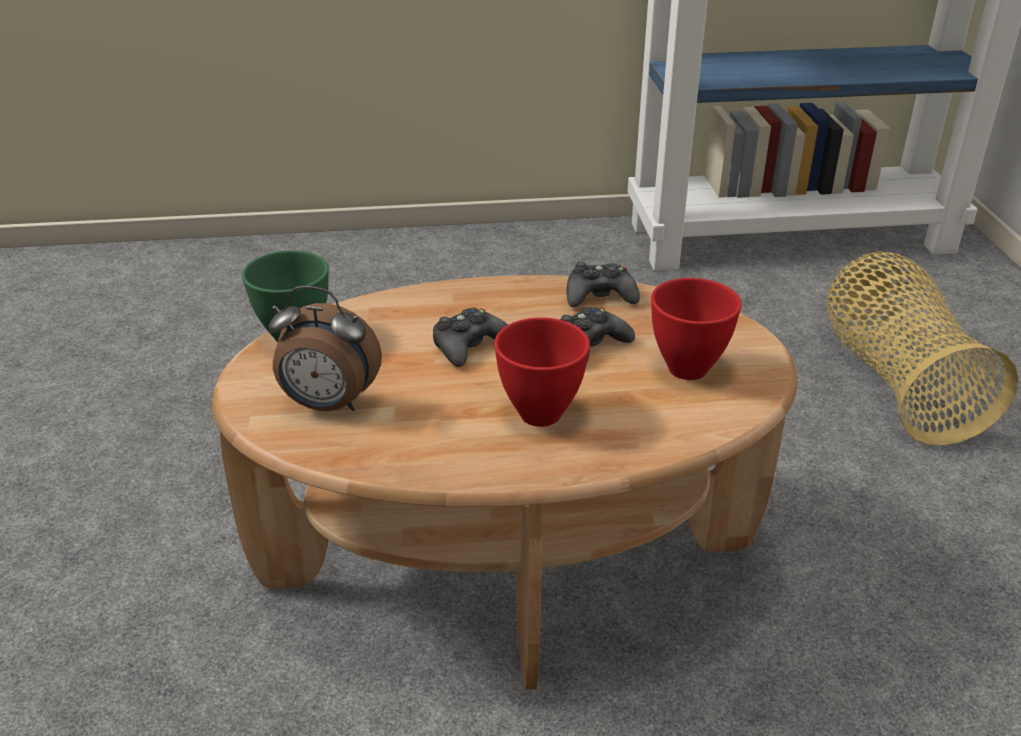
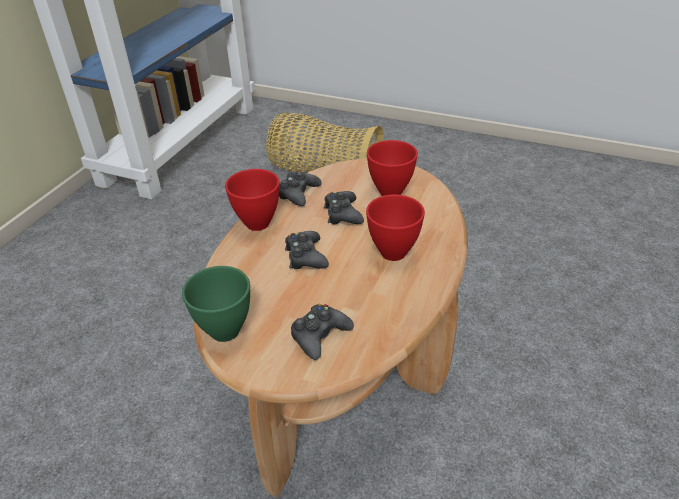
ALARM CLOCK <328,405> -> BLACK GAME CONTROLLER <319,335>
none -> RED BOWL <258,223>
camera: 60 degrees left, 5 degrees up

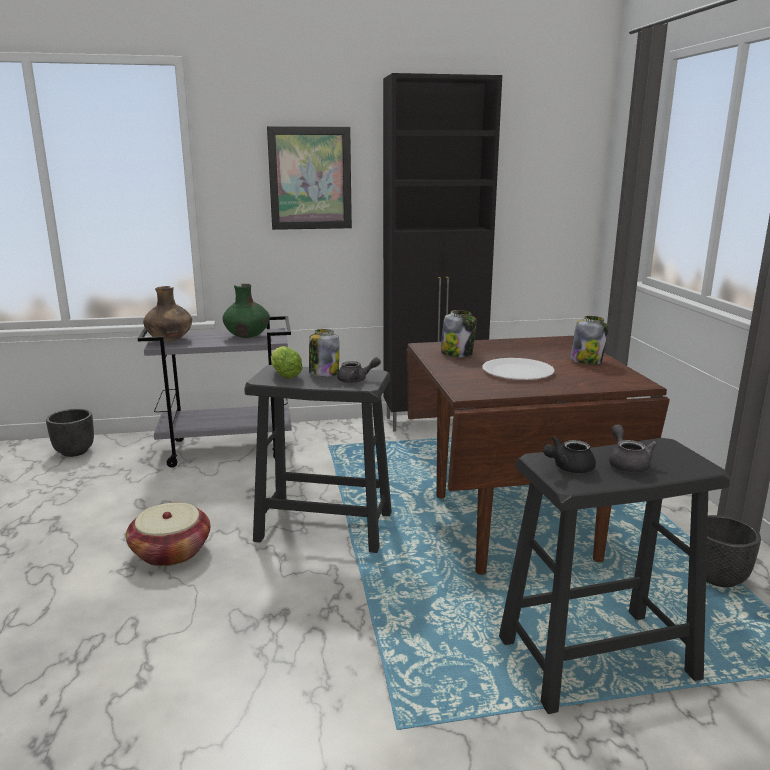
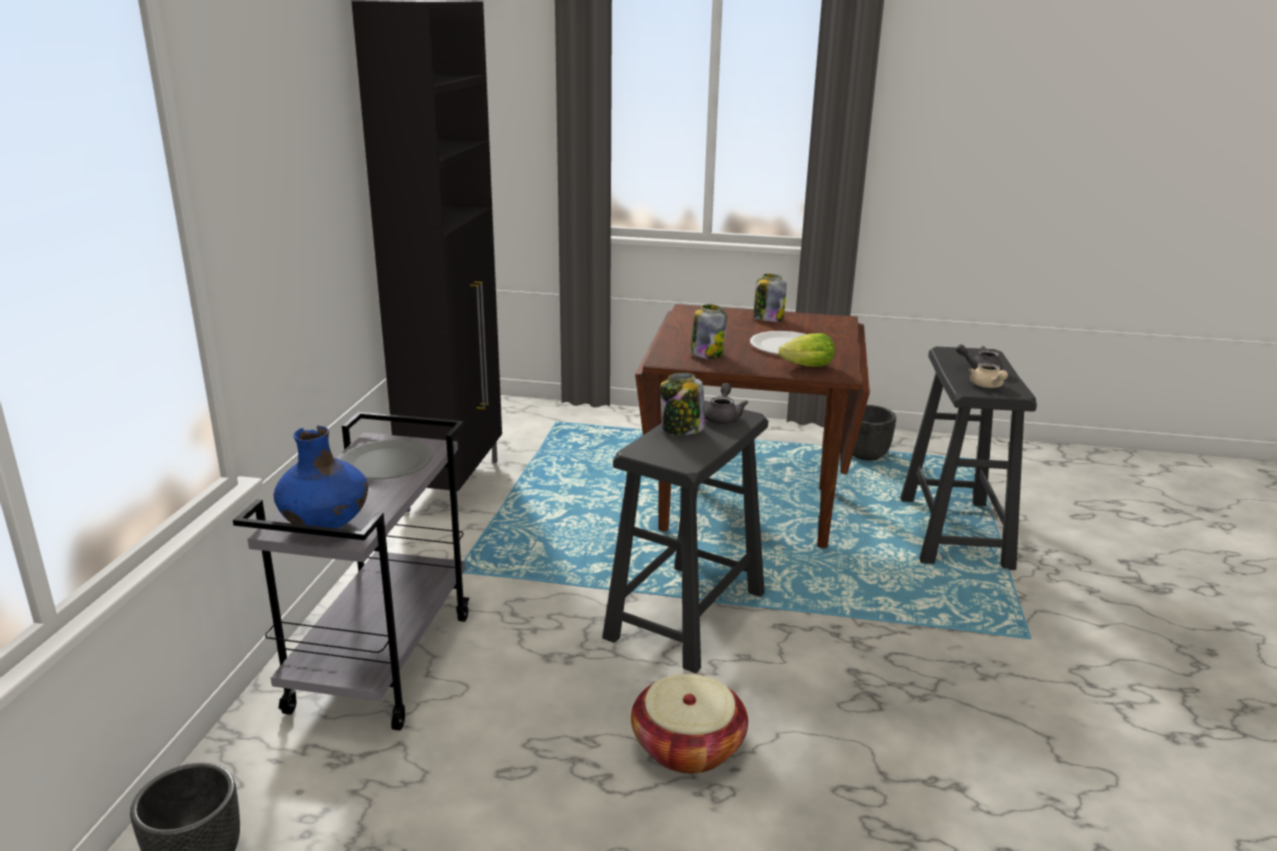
BROWN VASE <170,340> -> BLUE VASE <326,525>
GREEN VASE <247,337> -> GREY PLATE <386,462>
PICTURE <310,178> -> none
LETTUCE <284,375> -> LETTUCE <804,367>, shifted
BLACK TEAPOT <568,468> -> BEIGE TEAPOT <987,386>
camera: 70 degrees left, 5 degrees up

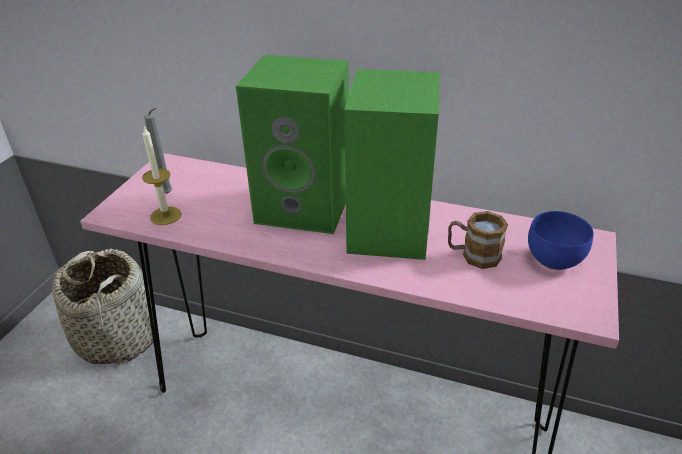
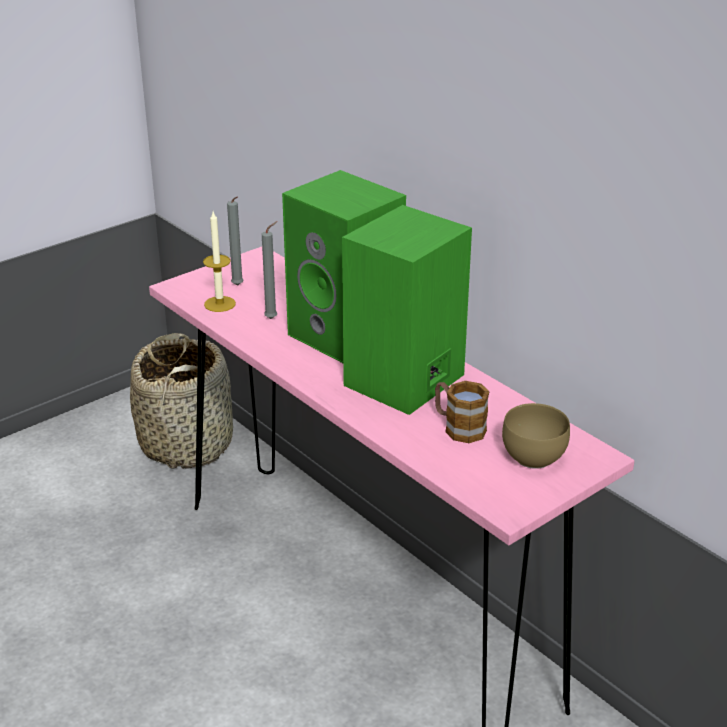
BLUE BOWL <556,261> -> BROWN BOWL <534,459>
none -> GREY CANDLE <273,318>
camera: 30 degrees right, 5 degrees down

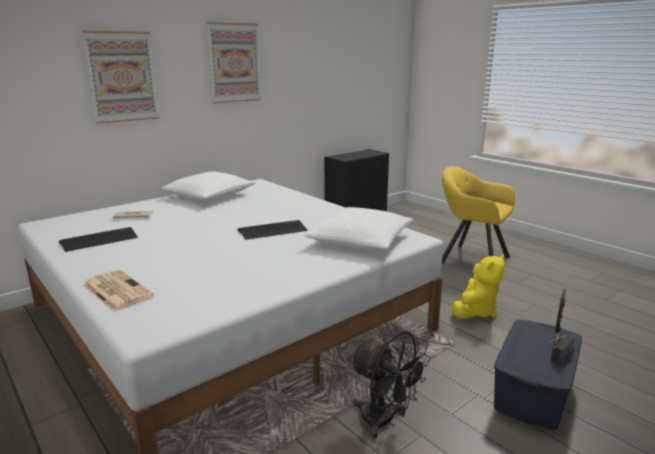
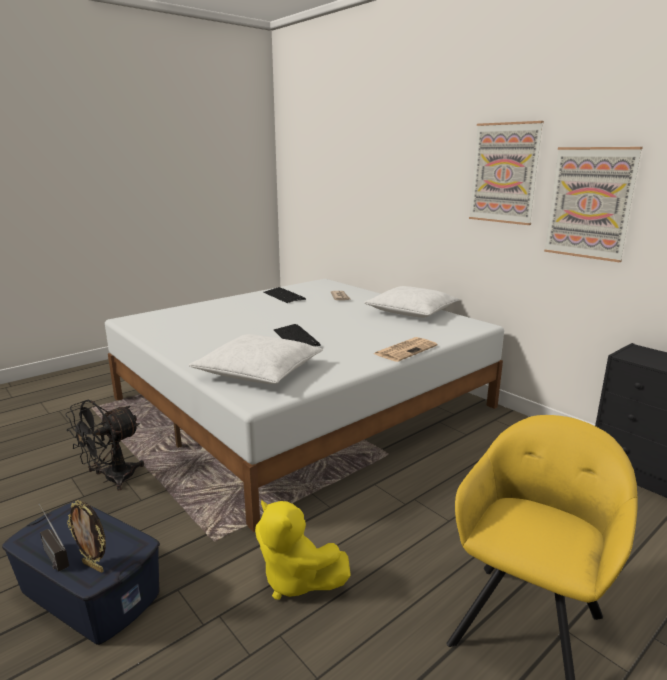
PICTURE <122,77> -> PICTURE <590,203>, shifted
NEWSPAPER <116,290> -> NEWSPAPER <405,350>, shifted
camera: 90 degrees right, 0 degrees up

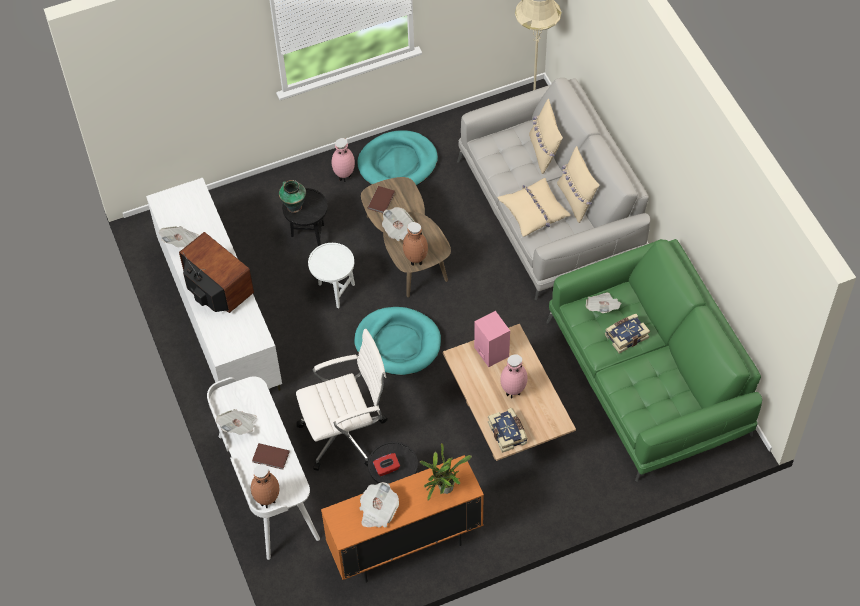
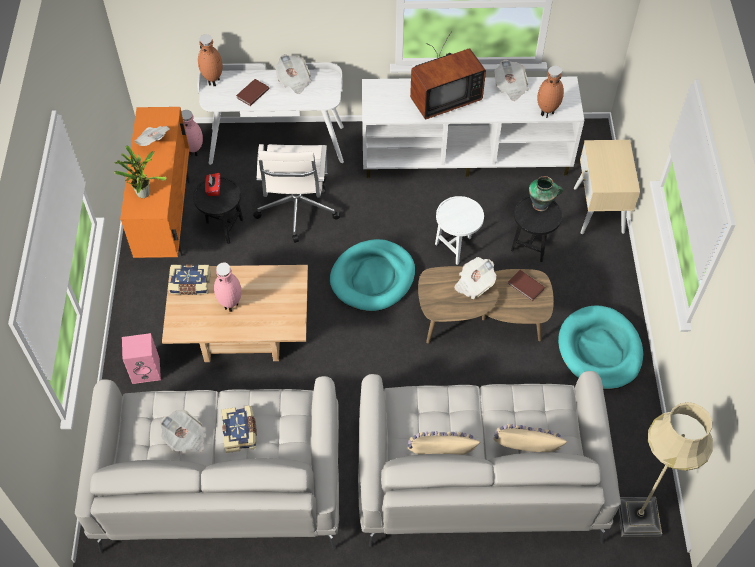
PINK VASE <344,176> -> PINK VASE <194,151>, shifted
BROWN VASE <415,261> -> BROWN VASE <546,112>, shifted
PINK SPEAKER <490,351> -> PINK SPEAKER <146,370>, shifted
BEIGE PILLOW <534,211> -> none
GREEN SOFA <648,379> -> GREY SOFA <220,480>
NEWSPAPER <602,308> -> NEWSPAPER <186,438>, shifted
none -> BEIGE NIGHTSTAND <599,210>
camera: 110 degrees right, 0 degrees up

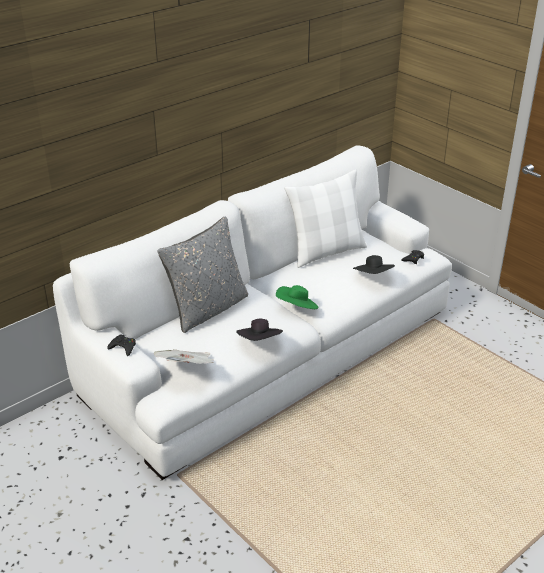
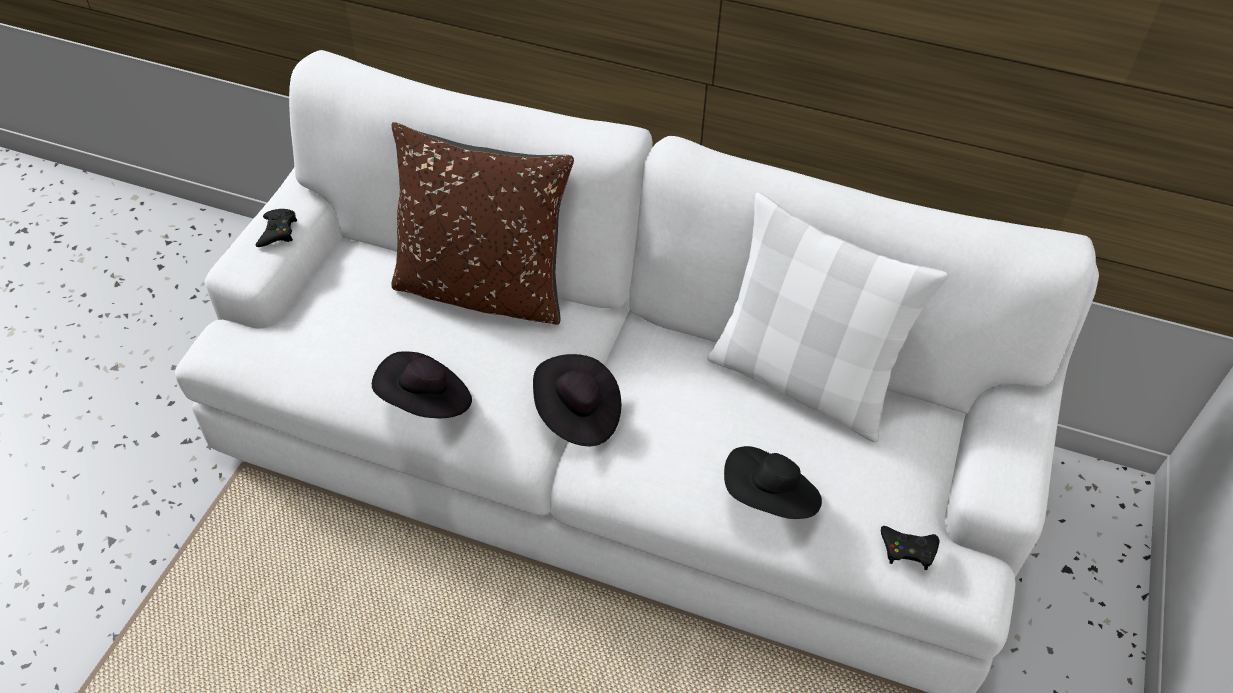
NEWSPAPER <187,368> -> none
GREY PILLOW <208,309> -> BROWN PILLOW <483,290>
GREEN HAT <297,308> -> BLACK HAT <577,414>
camera: 60 degrees right, 15 degrees up

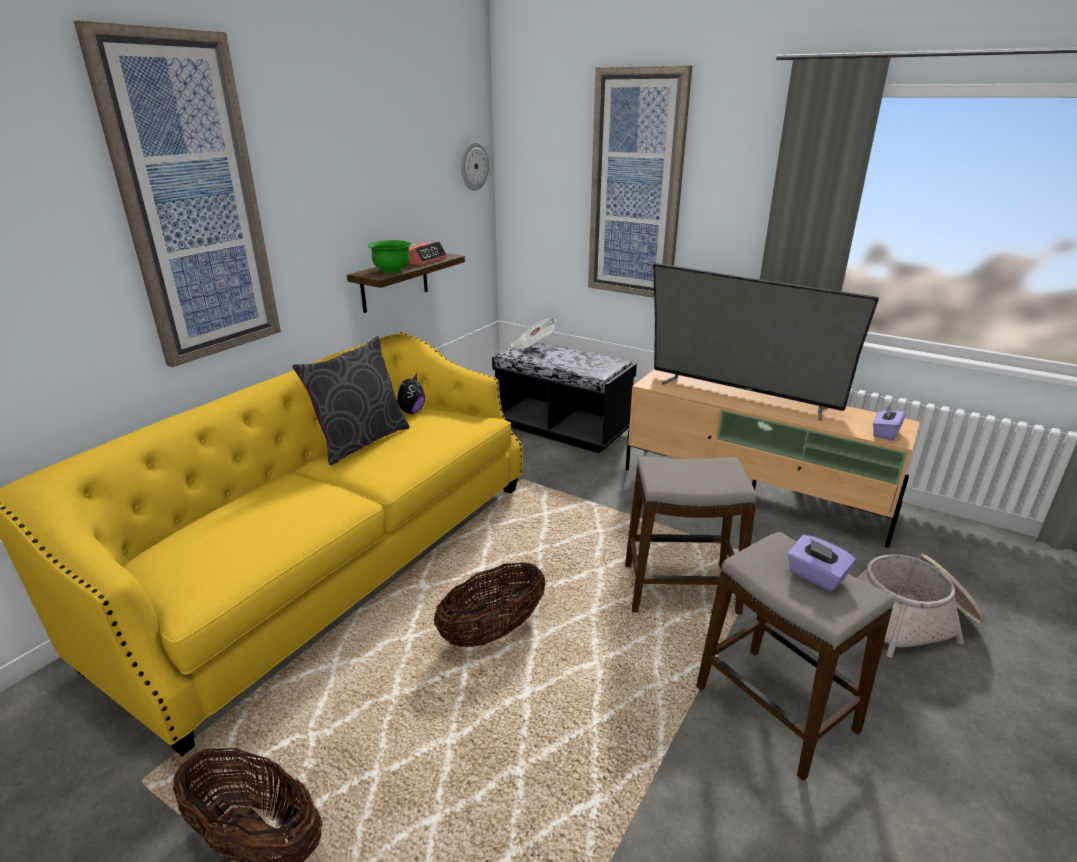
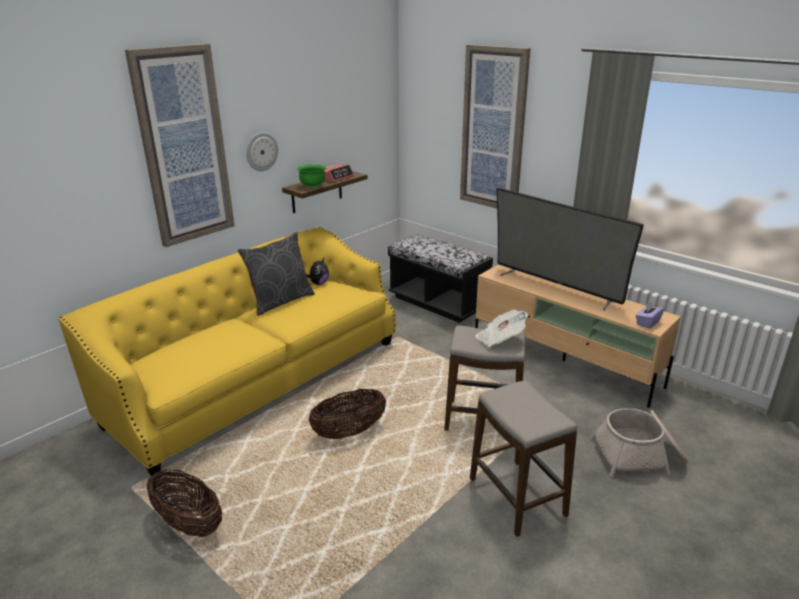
WALL CLOCK <473,166> -> WALL CLOCK <261,151>, shifted
NEWSPAPER <533,345> -> NEWSPAPER <500,339>, shifted
PURPLE TISSUE BOX <816,576> -> none
camera: 10 degrees right, 0 degrees up

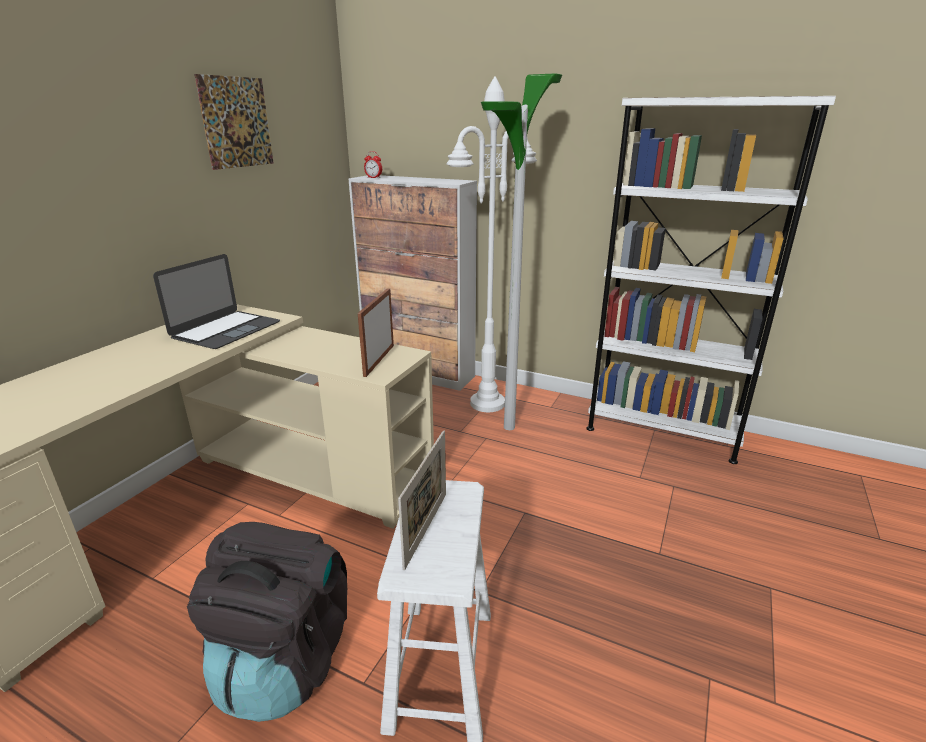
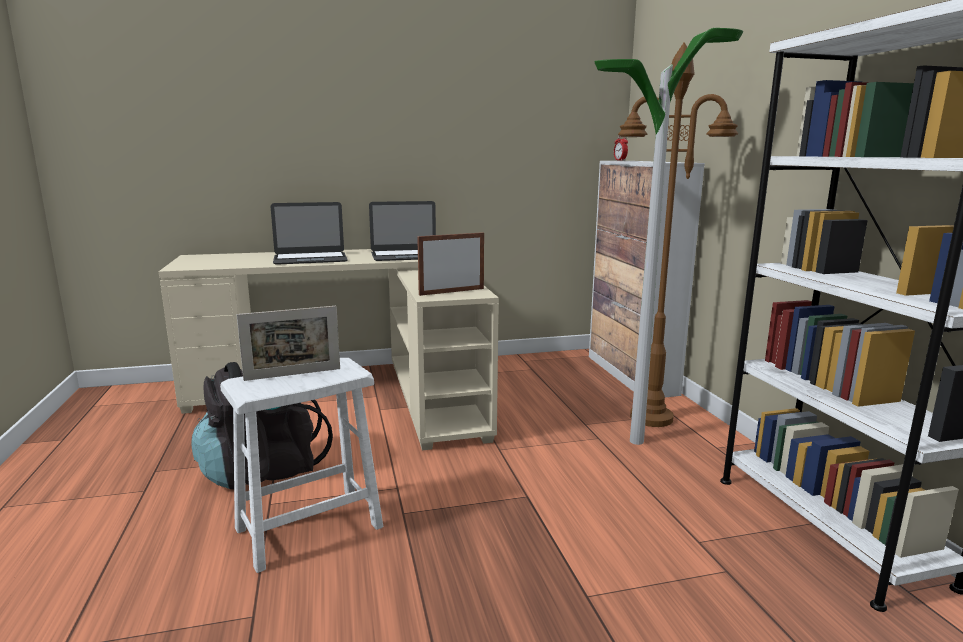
PICTURE <236,122> -> none
WHITE FLOOR LAMP <488,403> -> BROWN FLOOR LAMP <652,418>
none -> LAPTOP <310,258>
camera: 50 degrees right, 10 degrees down

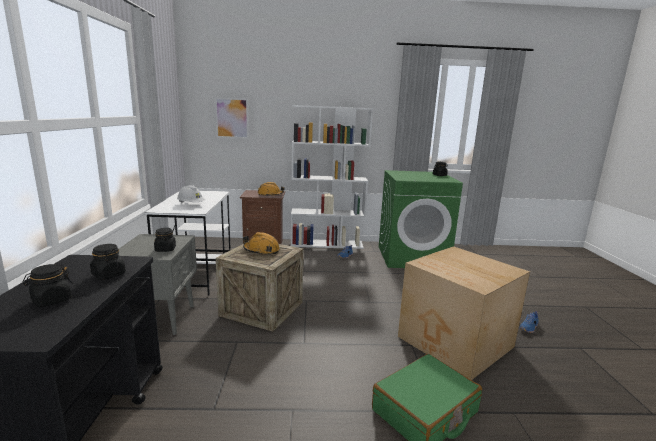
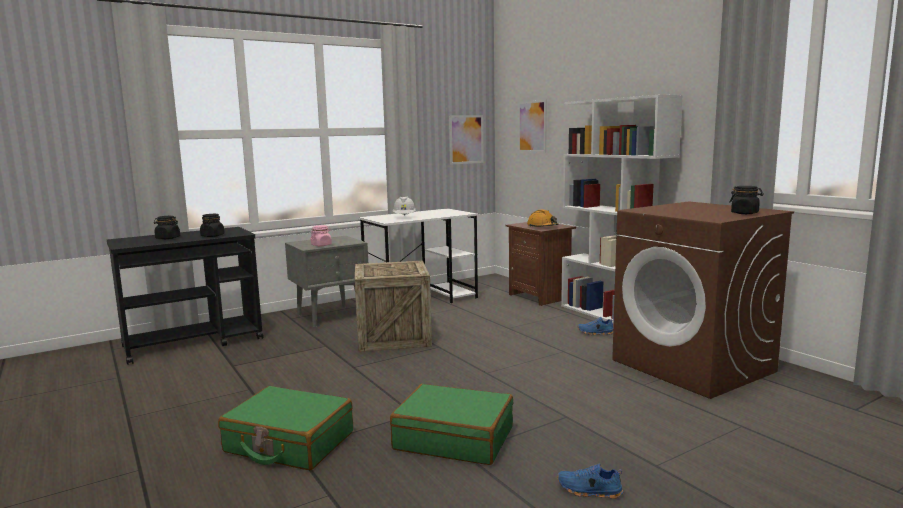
BLACK JAR <165,249> -> PINK JAR <321,245>
ORANGE HARD HAT <261,250> -> none
GREEN WASHING MACHINE <412,257> -> BROWN WASHING MACHINE <693,366>
CARDBOARD BOX <455,342> -> GREEN SUITCASE <454,438>
none -> PICTURE <466,139>
camera: 60 degrees right, 5 degrees down

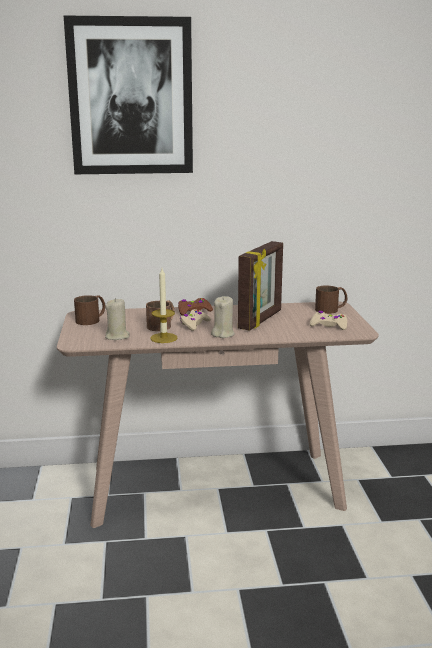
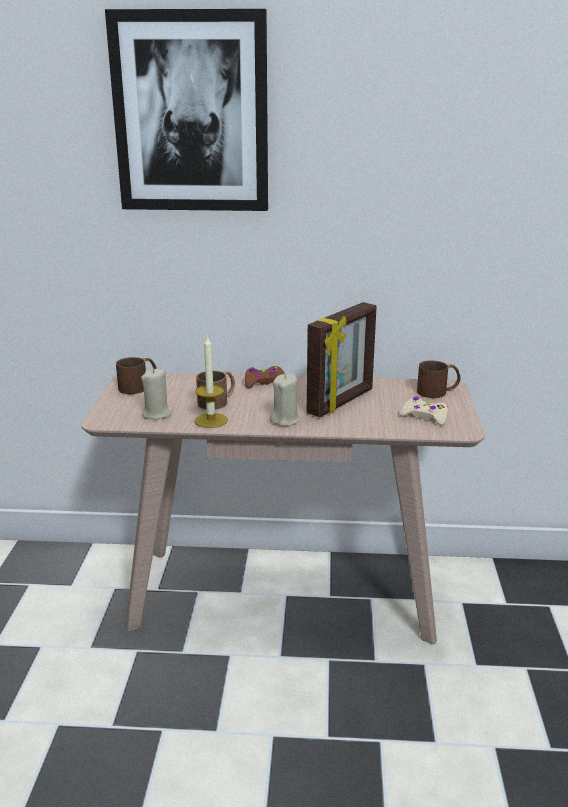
BEIGE GAME CONTROLLER <194,324> -> none
camera: 10 degrees right, 5 degrees up

